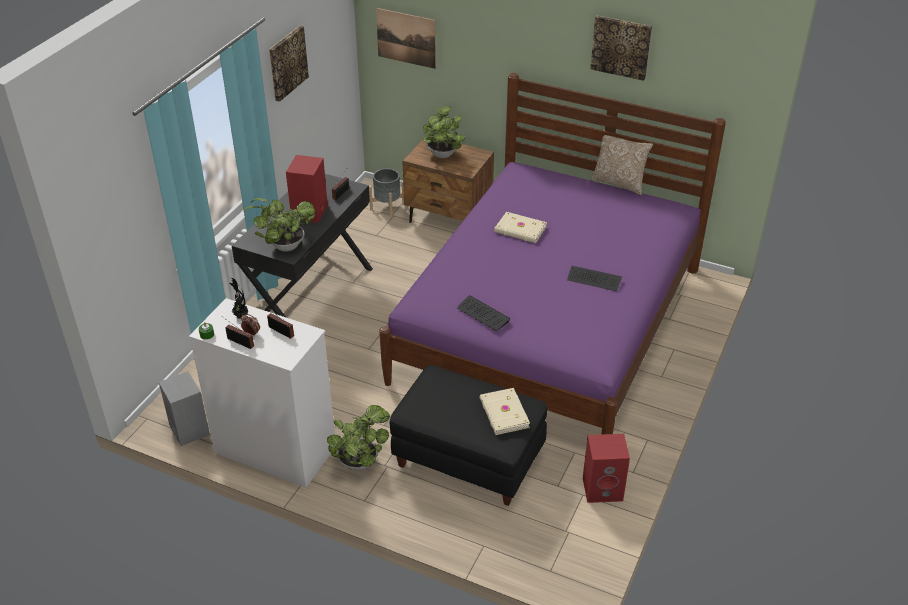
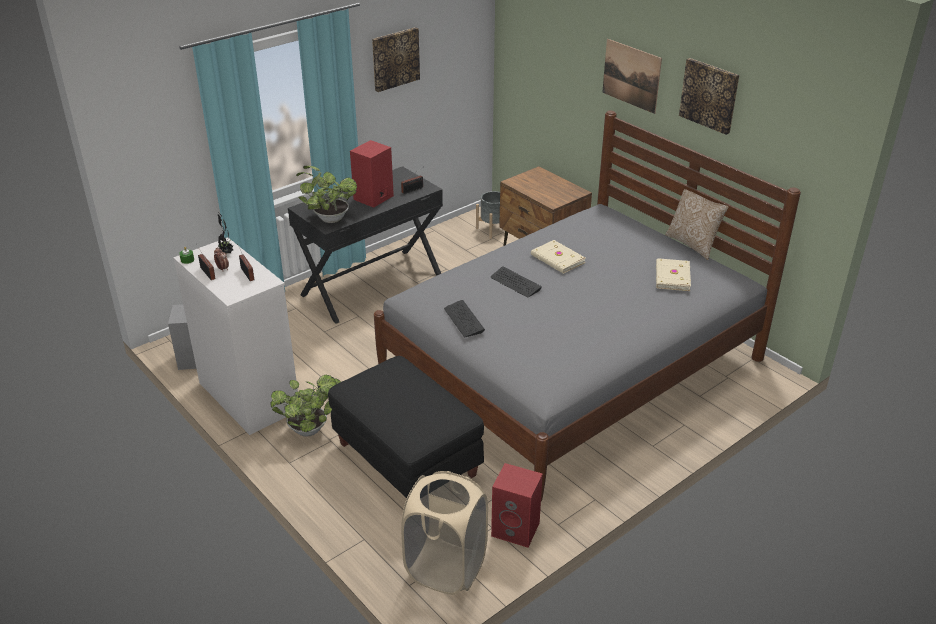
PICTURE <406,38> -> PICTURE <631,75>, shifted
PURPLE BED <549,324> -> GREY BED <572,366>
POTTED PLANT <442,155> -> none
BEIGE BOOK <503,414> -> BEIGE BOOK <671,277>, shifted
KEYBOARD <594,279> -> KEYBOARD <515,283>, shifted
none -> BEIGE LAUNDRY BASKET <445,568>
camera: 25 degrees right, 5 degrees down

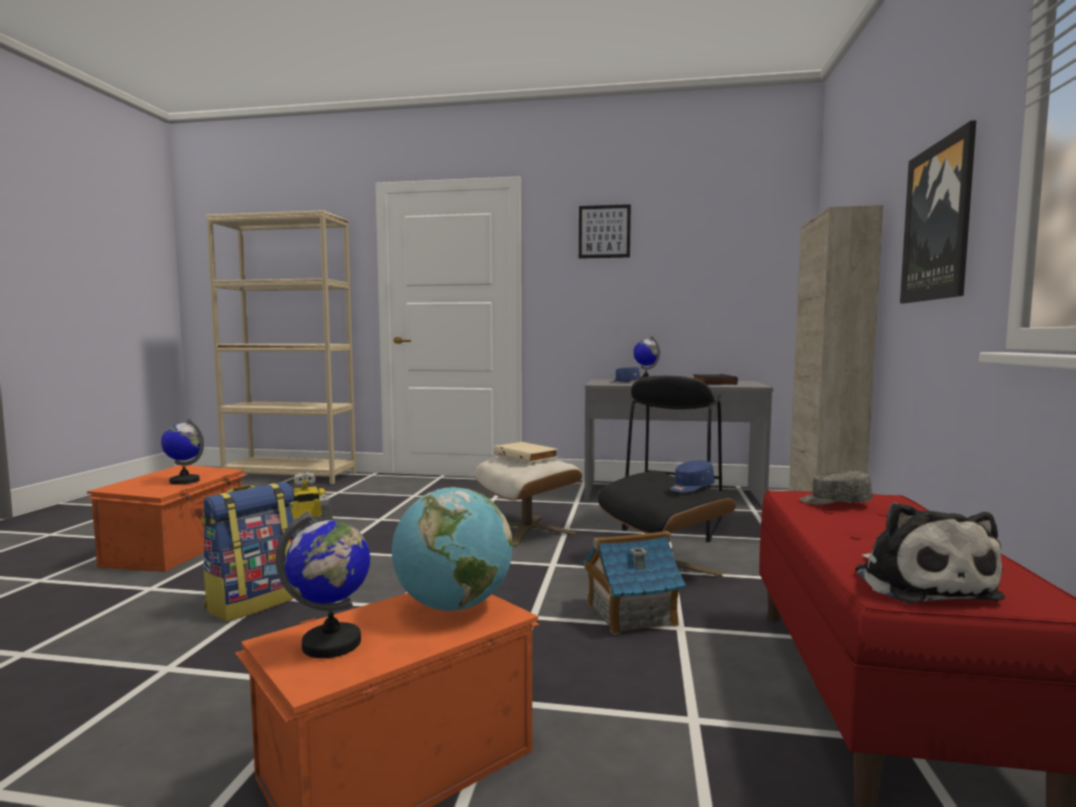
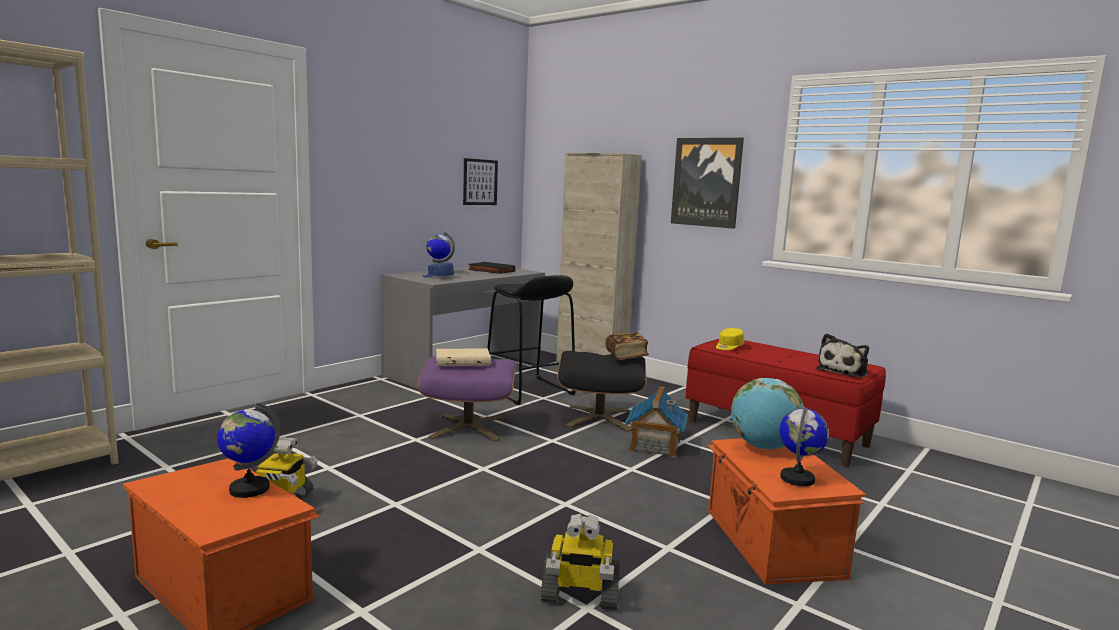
BACKPACK <254,602> -> none
BEIGE OTTOMAN <527,530> -> PURPLE OTTOMAN <468,427>
PICTURE <604,231> -> PICTURE <480,182>, shifted
BLUE CAP <690,487> -> BOOK <626,356>
GREY CAP <834,502> -> YELLOW CAP <728,347>
PLUSH TOY <920,584> -> PLUSH TOY <844,371>, 105 degrees clockwise
none -> TOY ROBOT <579,595>
camera: 60 degrees left, 5 degrees up

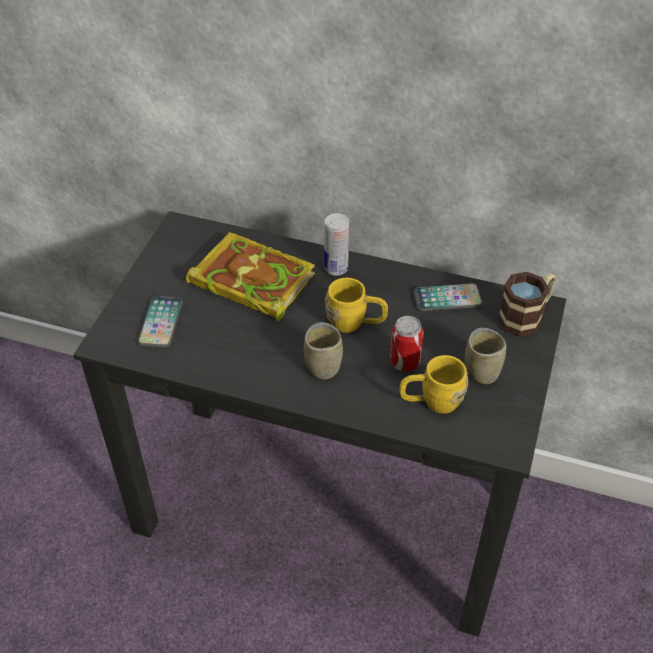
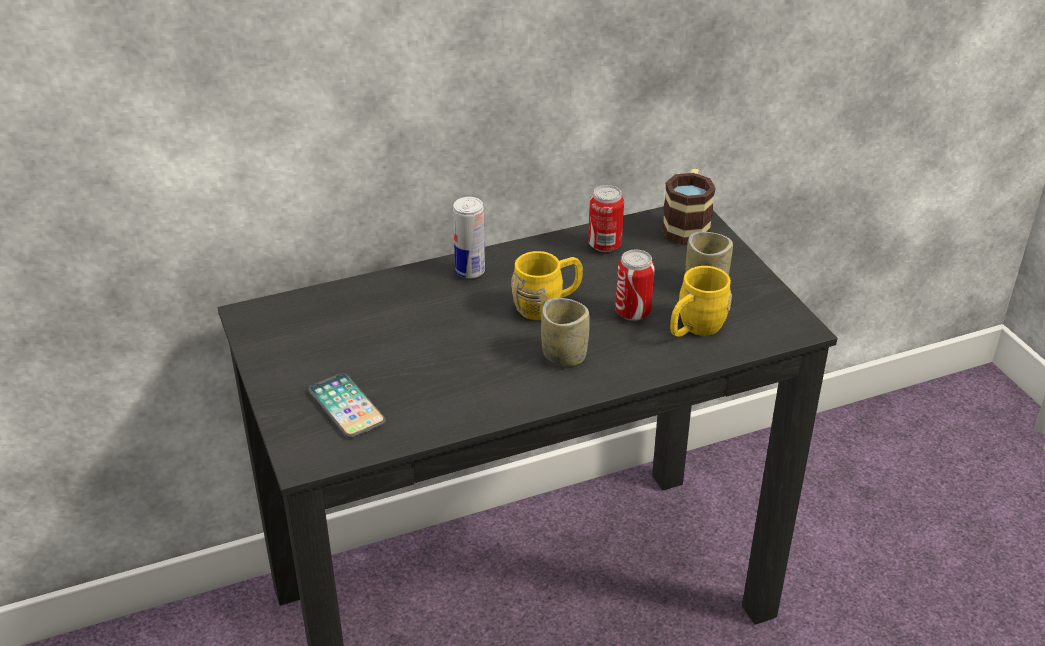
BOOK <249,280> -> none
PHONE <447,298> -> CAN <604,245>
camera: 40 degrees left, 10 degrees down

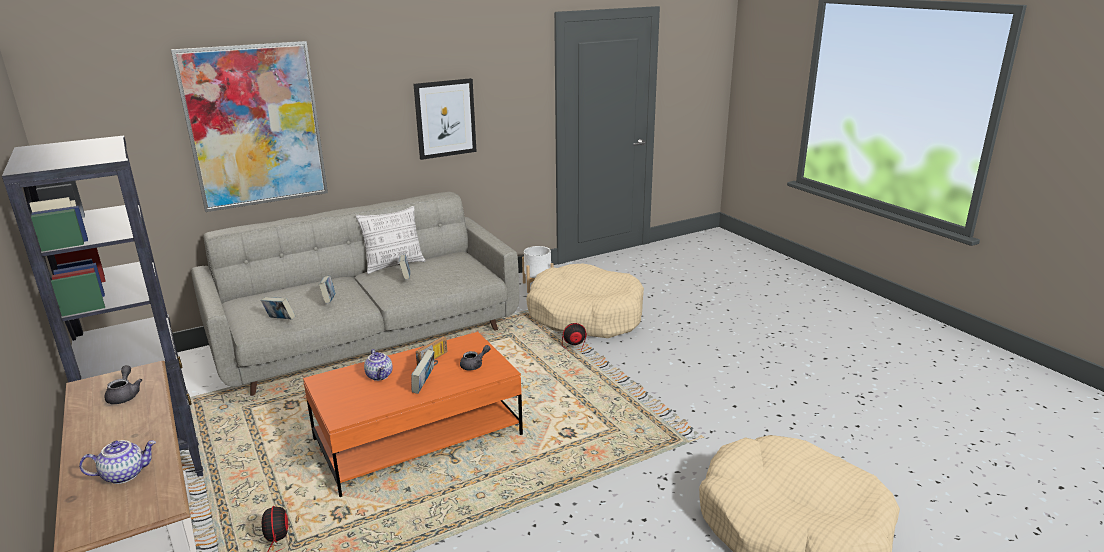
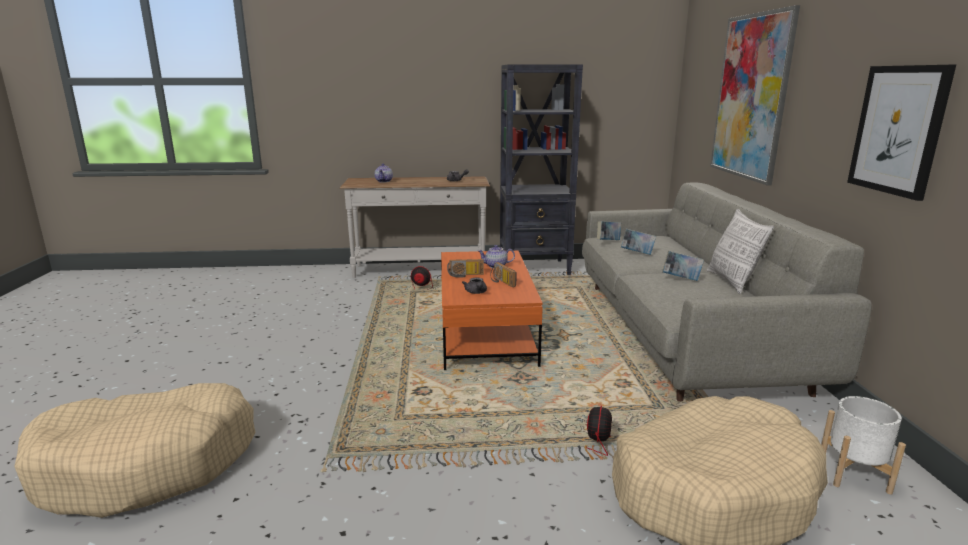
BOOK <424,385> -> RADIO <465,275>
camera: 115 degrees right, 5 degrees down

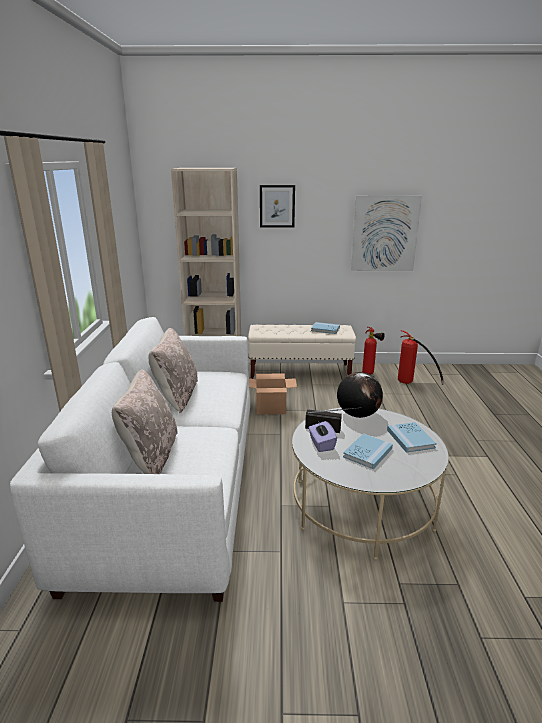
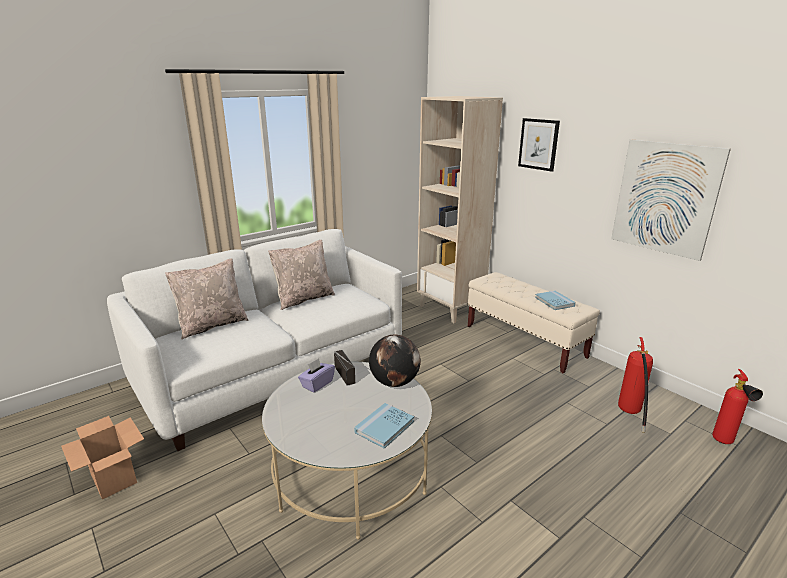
CARDBOARD BOX <271,409> -> CARDBOARD BOX <114,478>, shifted
BLUE BOOK <367,453> -> none
FIRE EXTINGUISHER <370,374> -> FIRE EXTINGUISHER <725,443>, shifted
camera: 50 degrees right, 0 degrees up

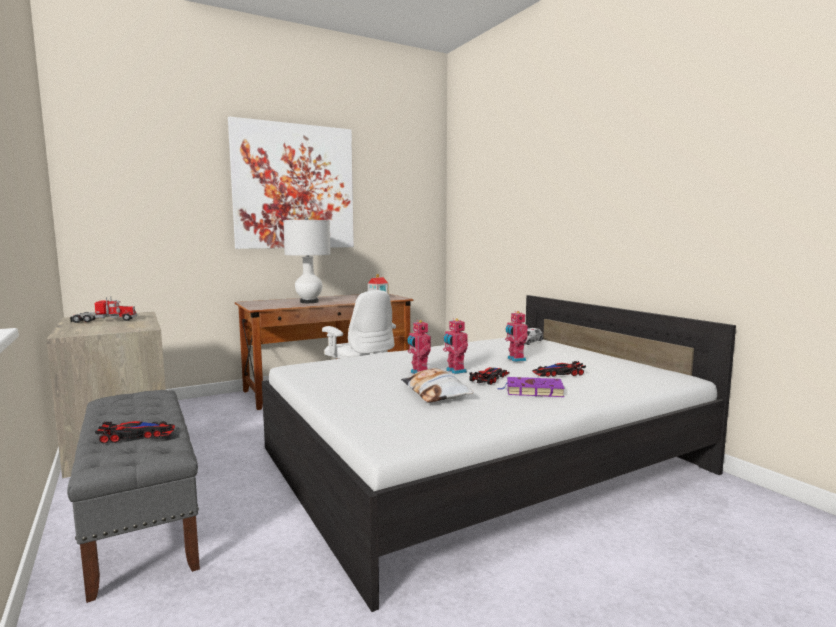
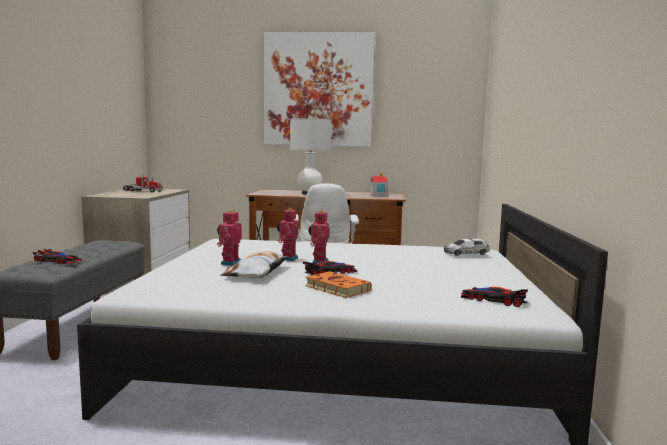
PURPLE BOOK <532,391> -> ORANGE BOOK <336,288>
TOY ROBOT <515,359> -> TOY ROBOT <229,263>, shifted
TOY CAR <558,373> -> TOY CAR <493,300>, shifted
camera: 35 degrees right, 0 degrees up

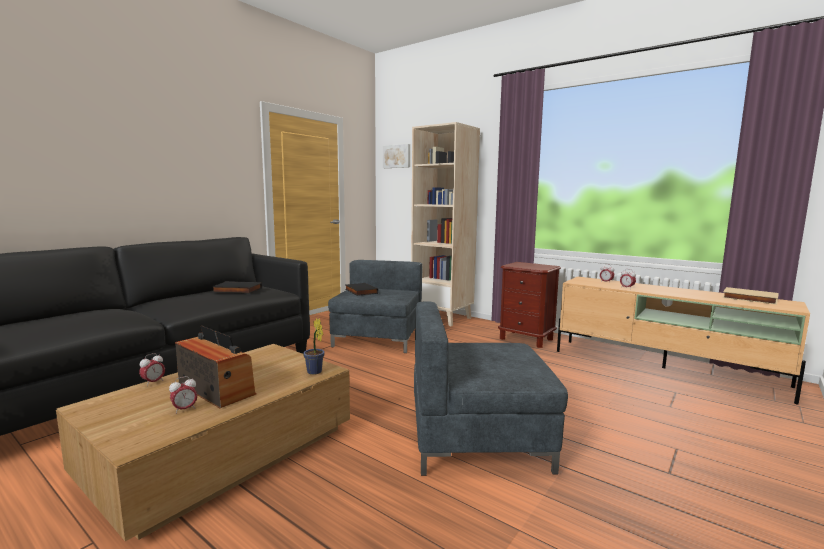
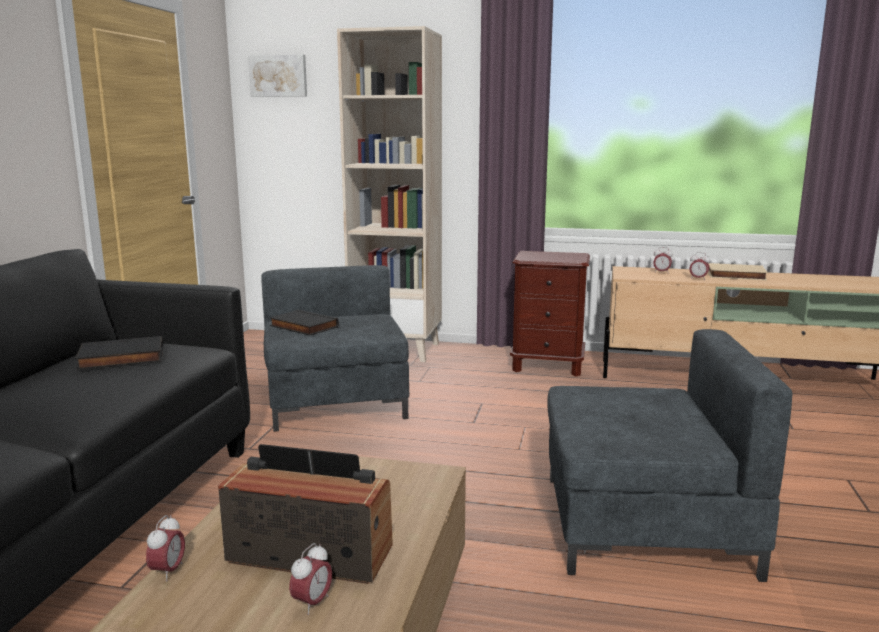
POTTED PLANT <315,372> -> none
GREY ARMCHAIR <479,437> -> GREY ARMCHAIR <642,523>, 150 degrees counterclockwise
BEIGE BOOK <749,299> -> BEIGE BOOK <736,276>, shifted
camera: 25 degrees left, 5 degrees up

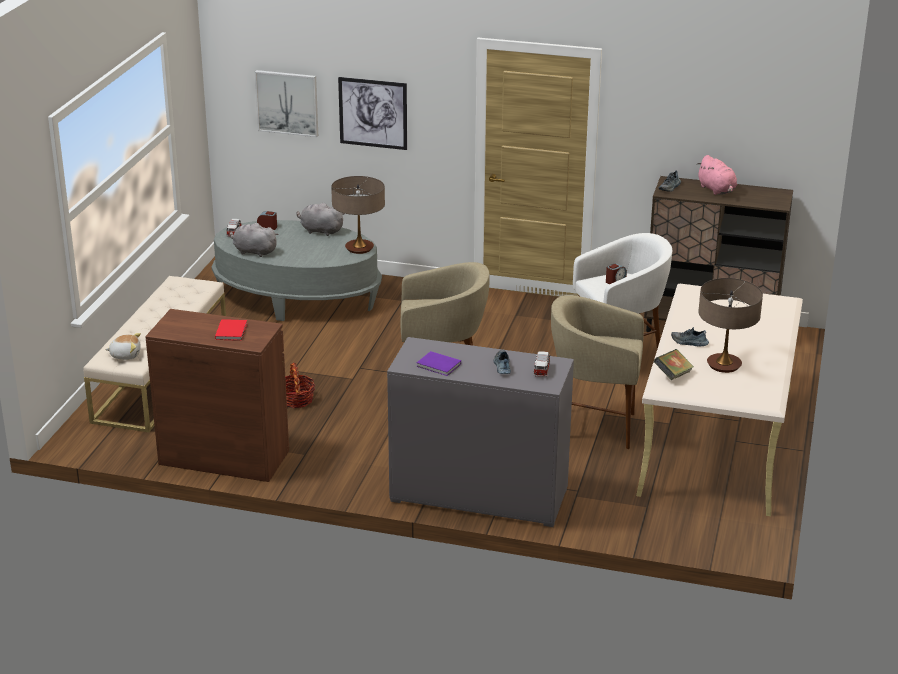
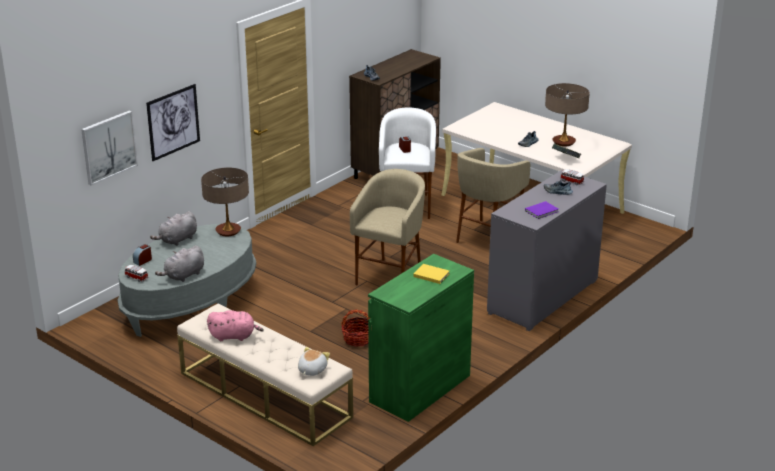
BROWN CABINET <224,457> -> GREEN CABINET <420,388>
RED BOOK <232,331> -> YELLOW BOOK <431,275>
PINK PLUSH TOY <717,190> -> PINK PLUSH TOY <234,336>, shifted
camera: 65 degrees left, 0 degrees up

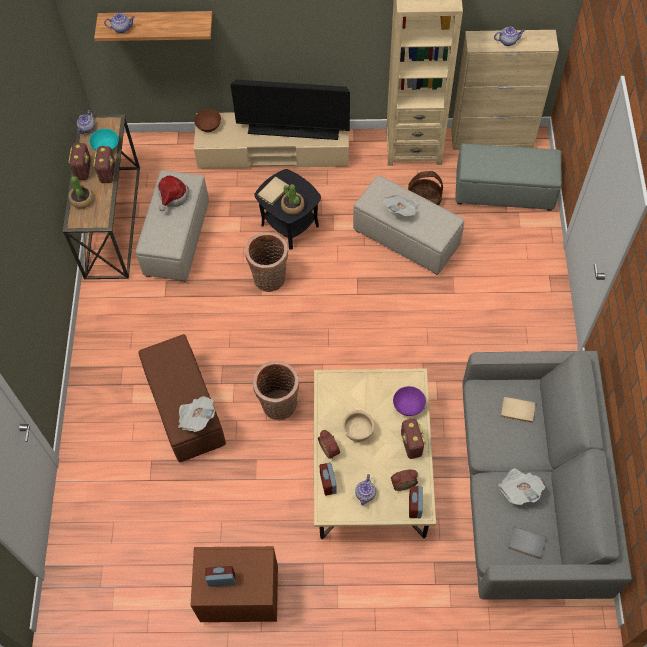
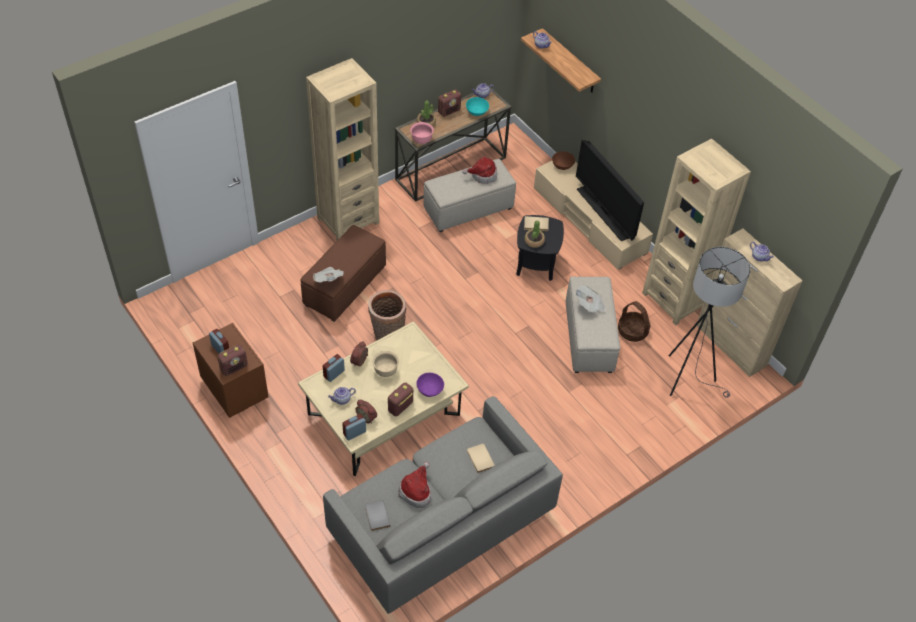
RADIO <108,173> -> RADIO <234,367>, shifted
BASKET <270,280> -> none
GREY OTTOMAN <503,191> -> GREY FLOOR LAMP <689,377>
NEWSPAPER <519,489> -> HAT <416,491>
none -> BEIGE BOOKCASE <348,220>
none -> PINK BOWL <421,140>
camera: 50 degrees right, 10 degrees down

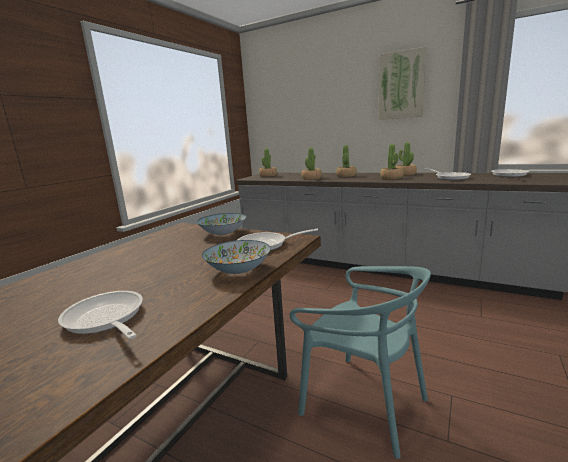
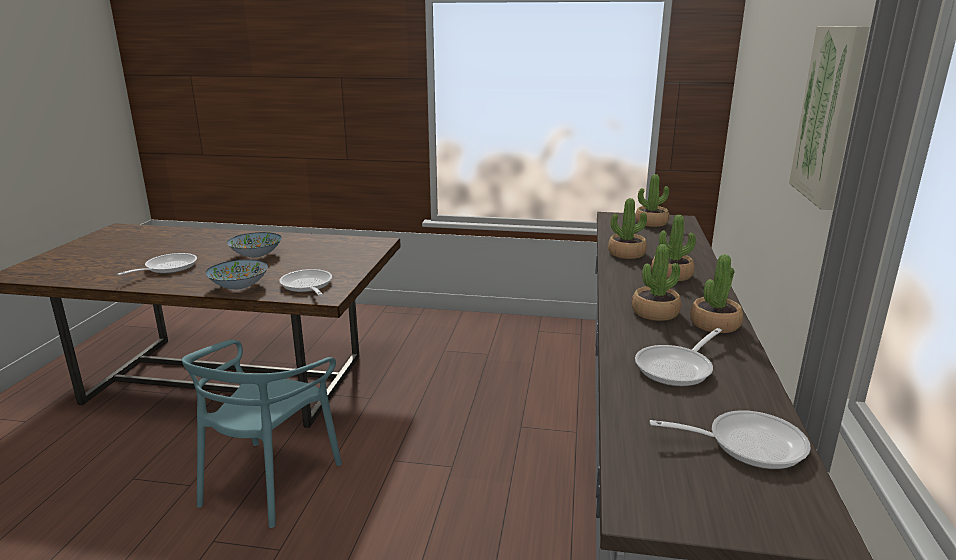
BOWL <223,233> -> BOWL <256,255>, shifted
camera: 70 degrees right, 5 degrees up

